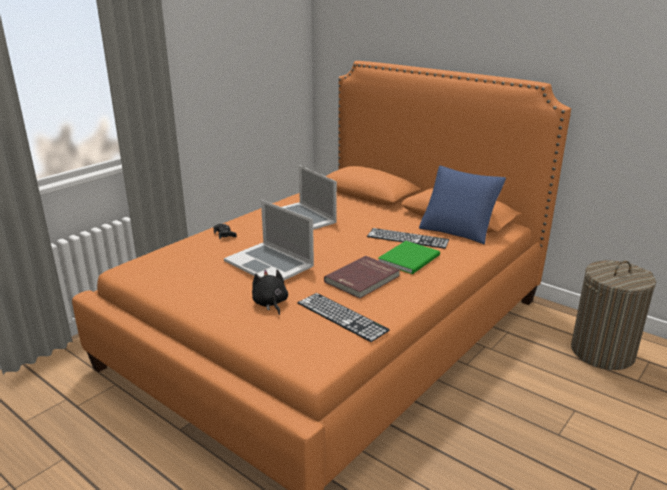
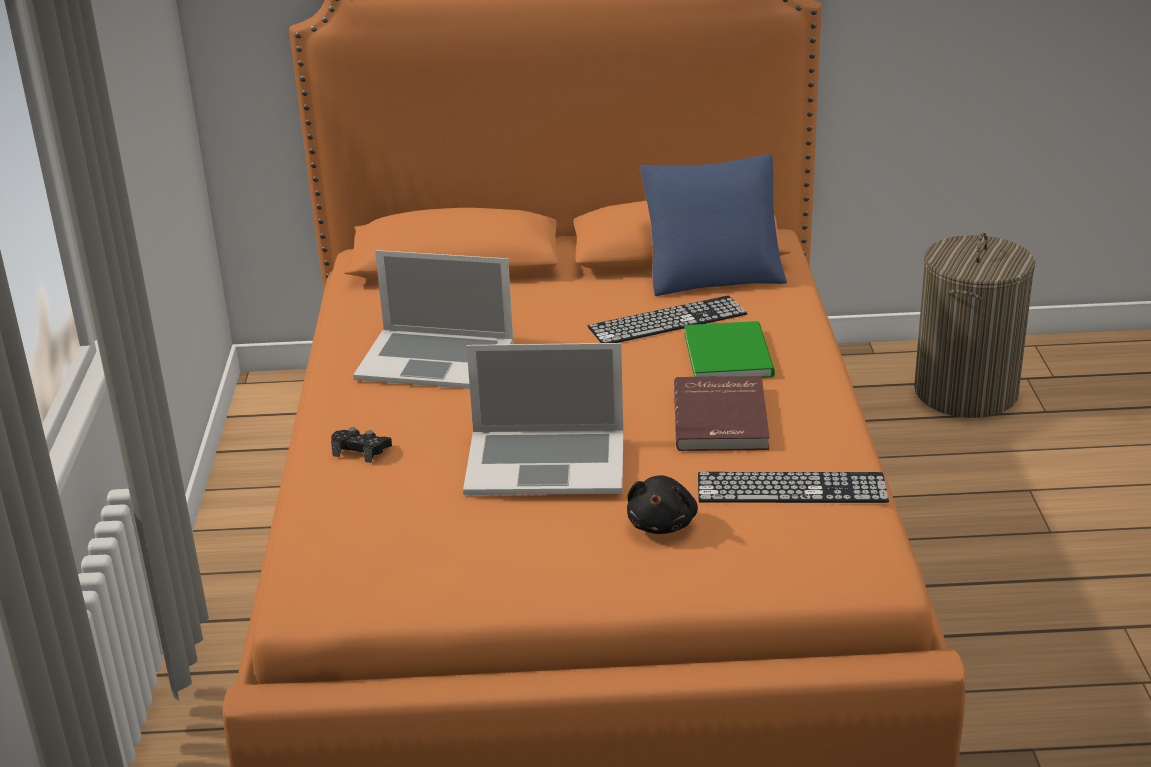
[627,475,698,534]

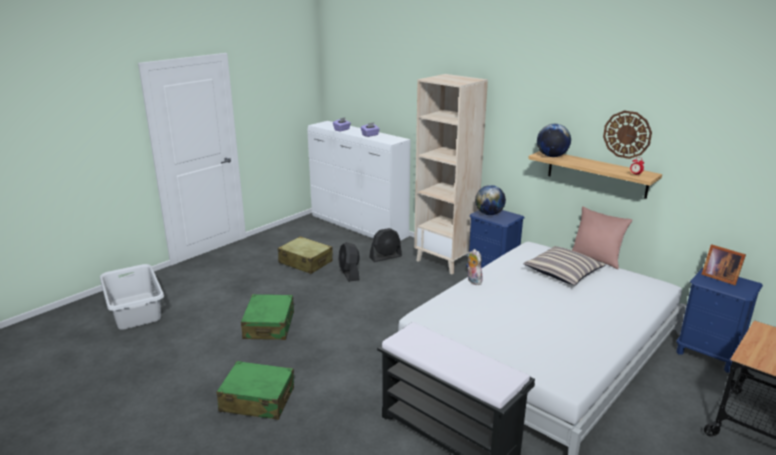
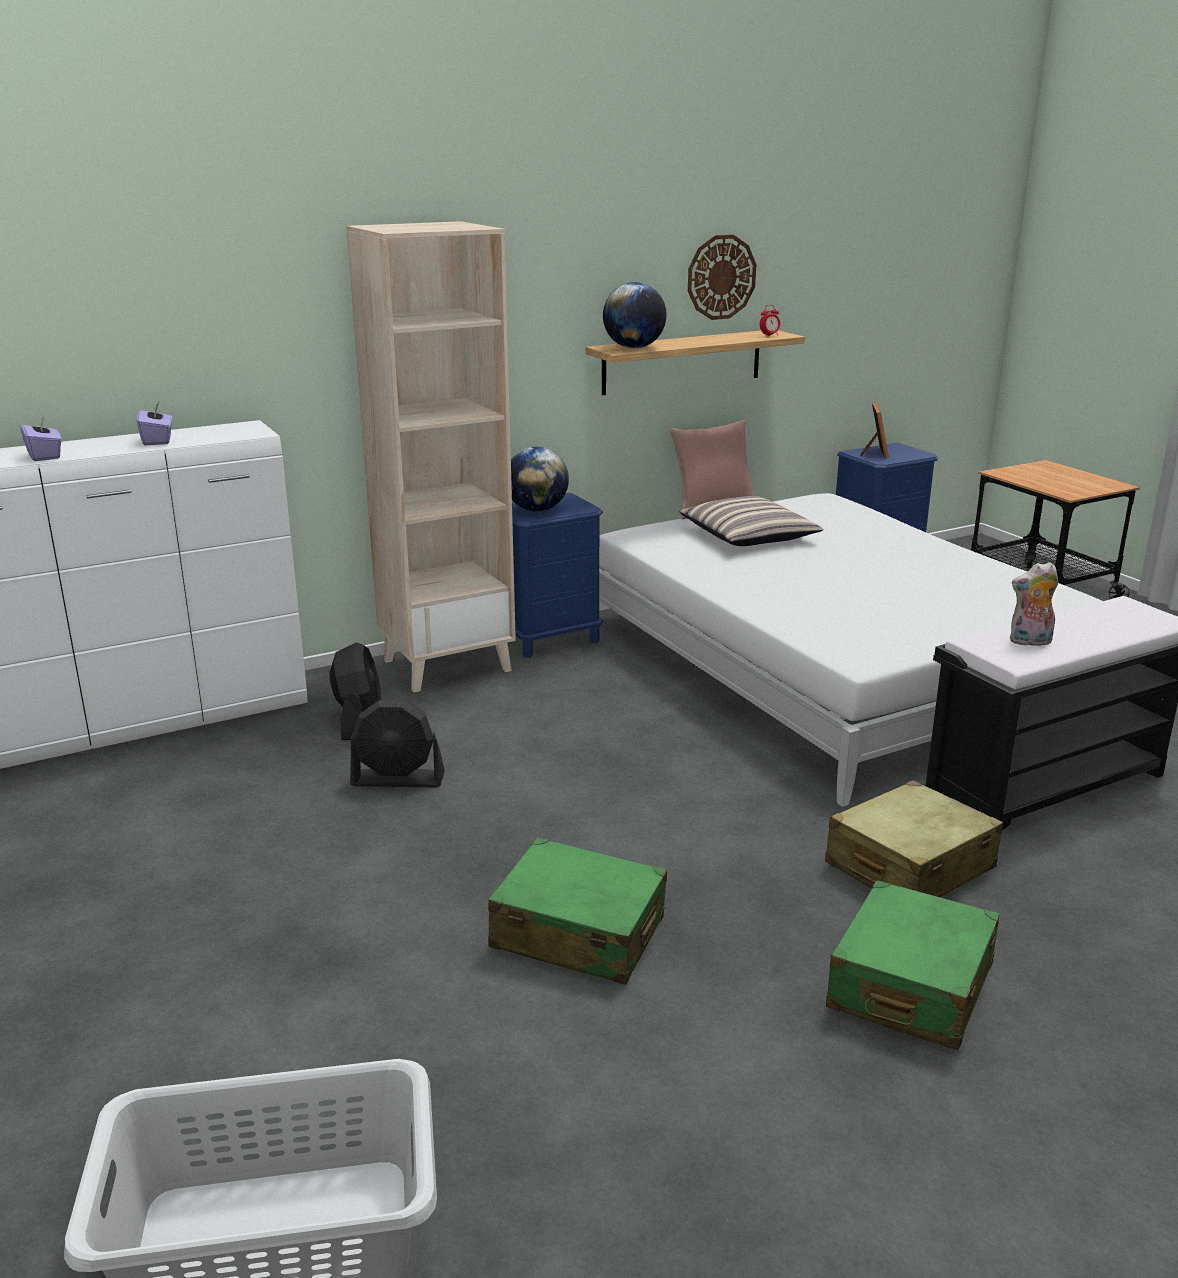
[825,780,1003,897]
[861,402,889,458]
[1010,562,1058,646]

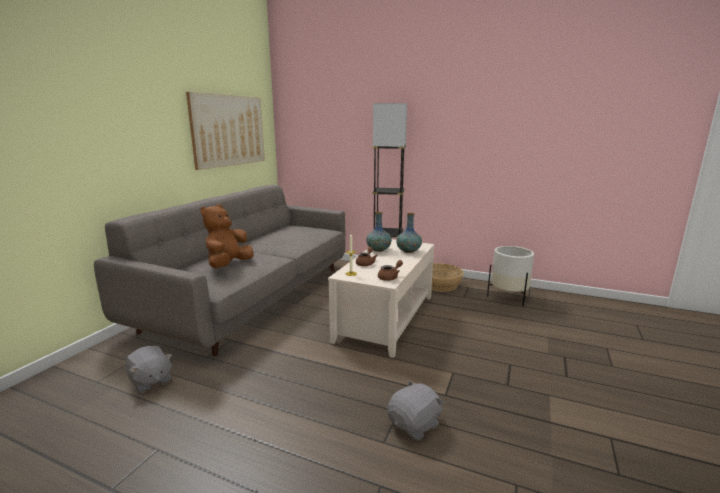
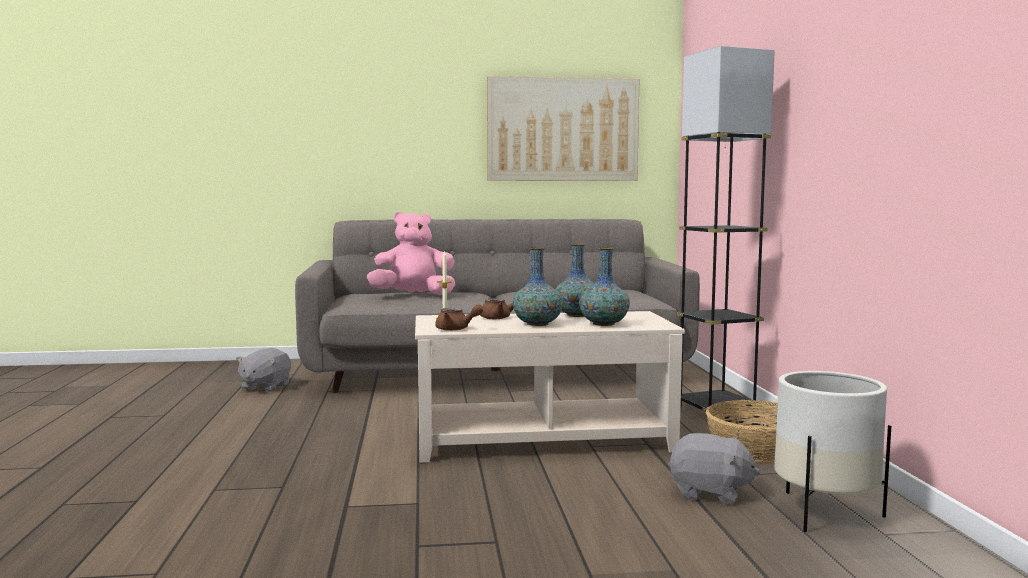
[367,212,456,295]
[668,433,760,504]
[513,247,563,326]

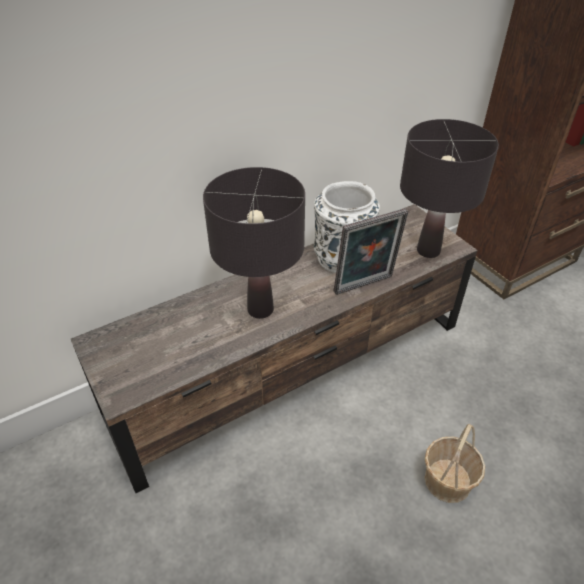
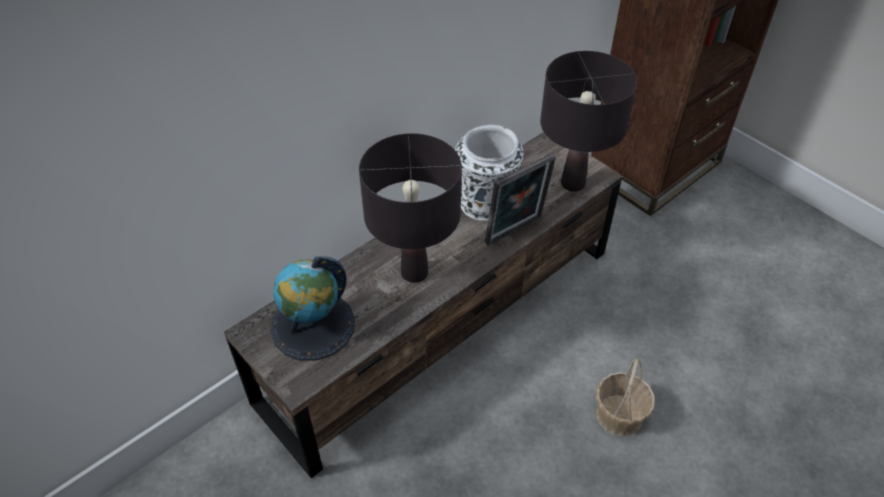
[270,256,355,361]

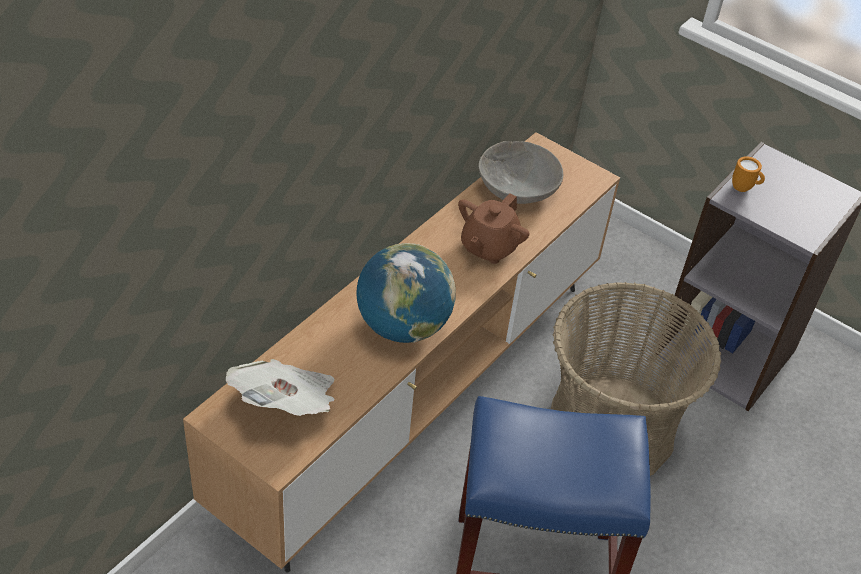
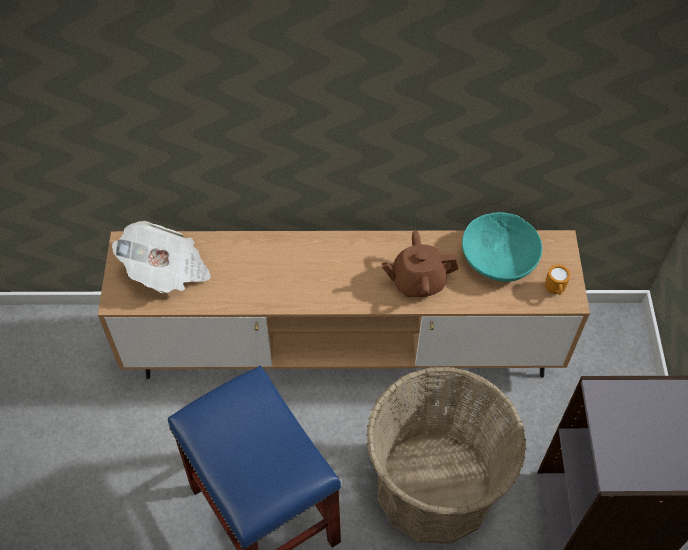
[462,212,542,282]
[545,265,571,295]
[356,243,456,343] (first image)

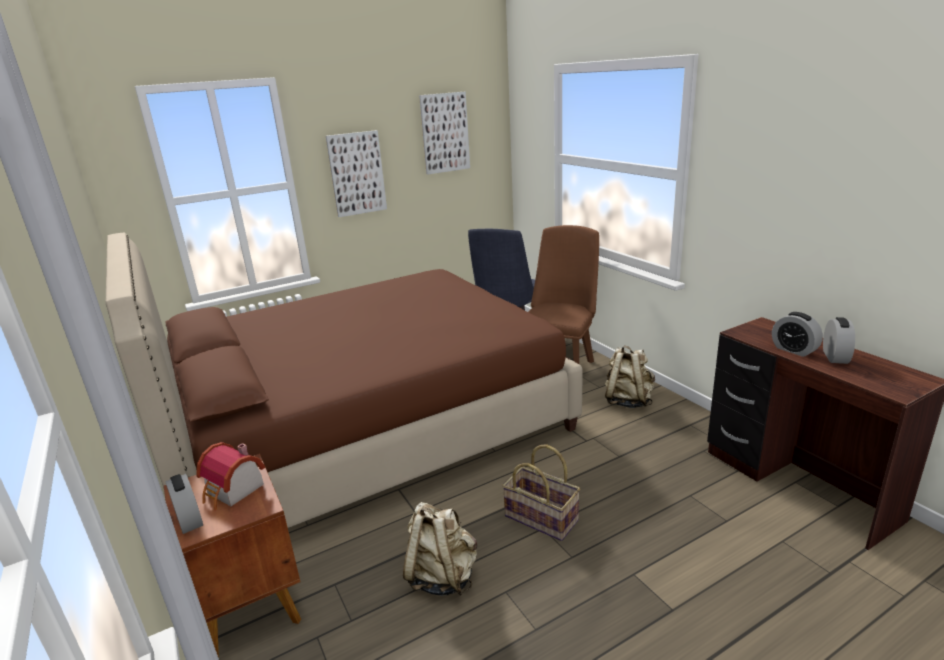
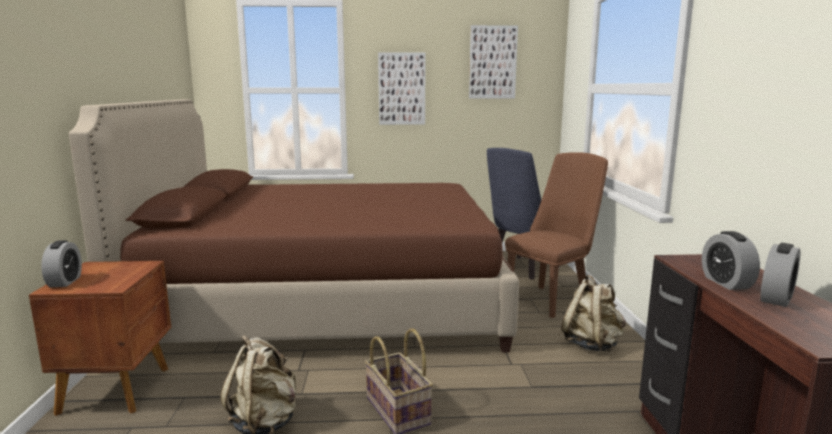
[196,442,265,510] (first image)

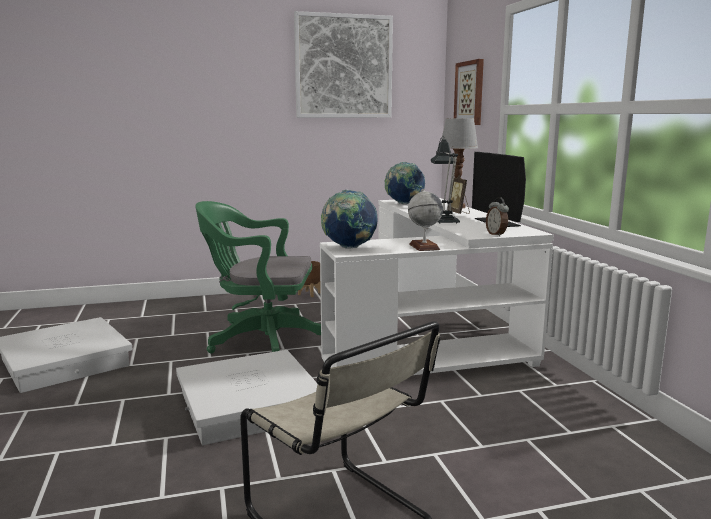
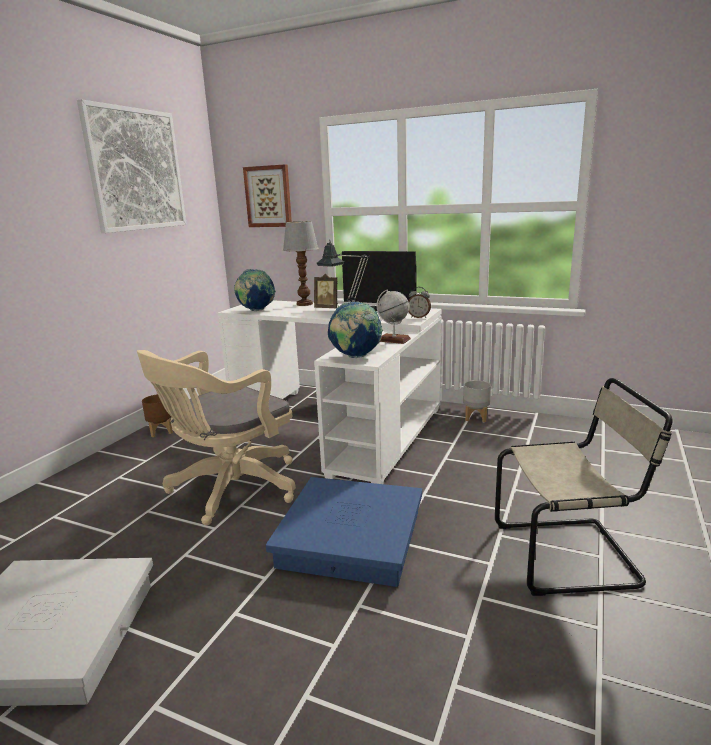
[137,350,296,525]
[266,477,422,587]
[463,380,491,422]

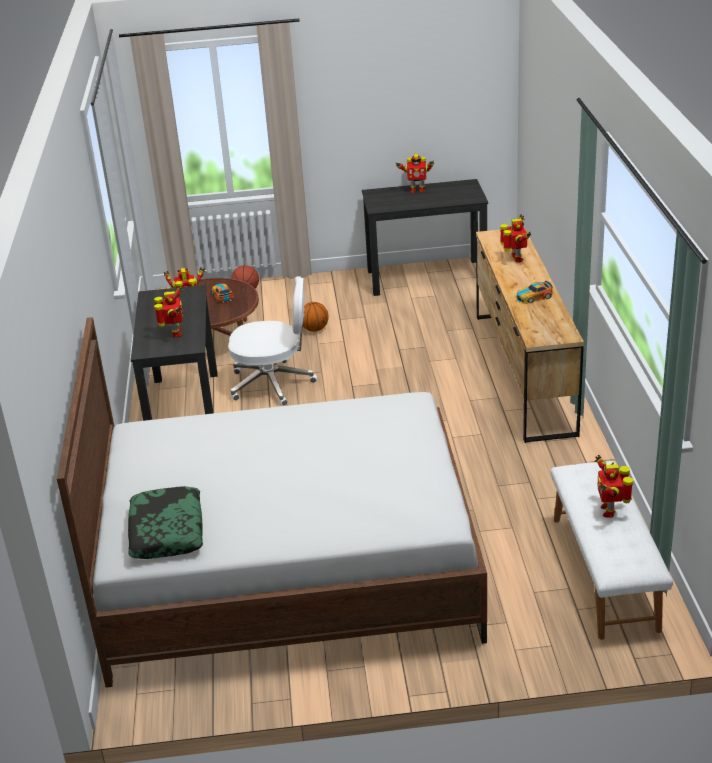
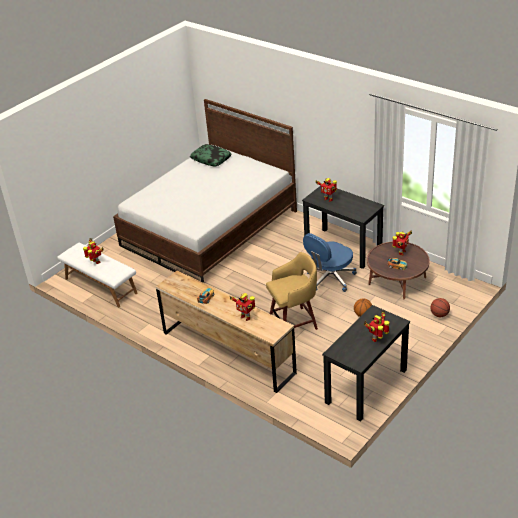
[303,233,357,292]
[266,252,318,330]

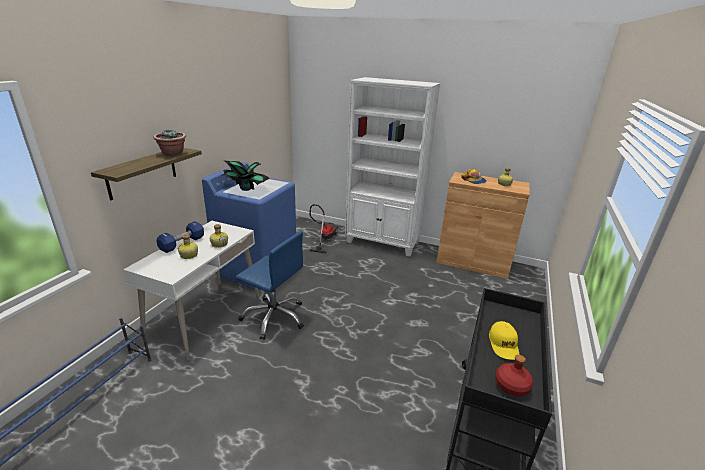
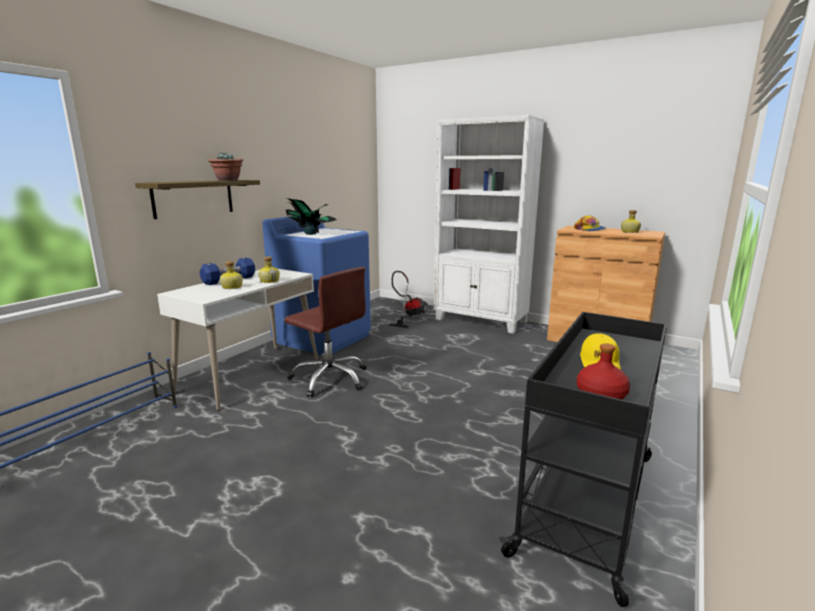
[284,267,367,397]

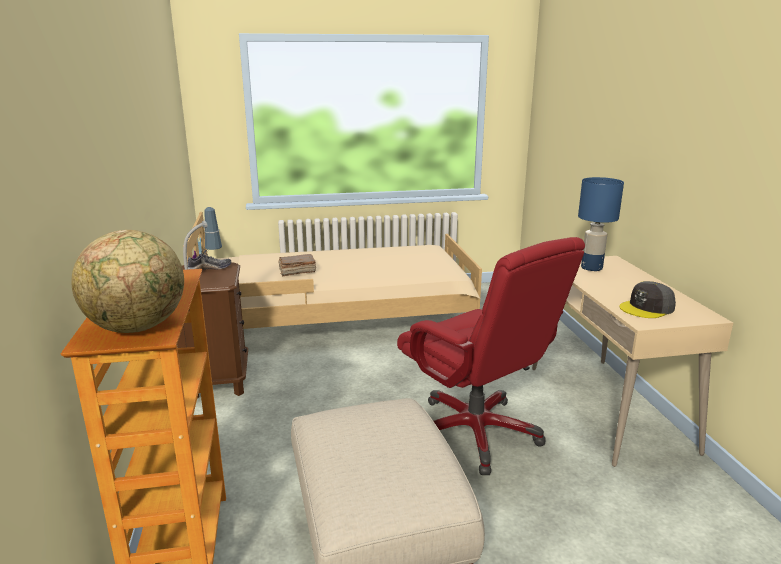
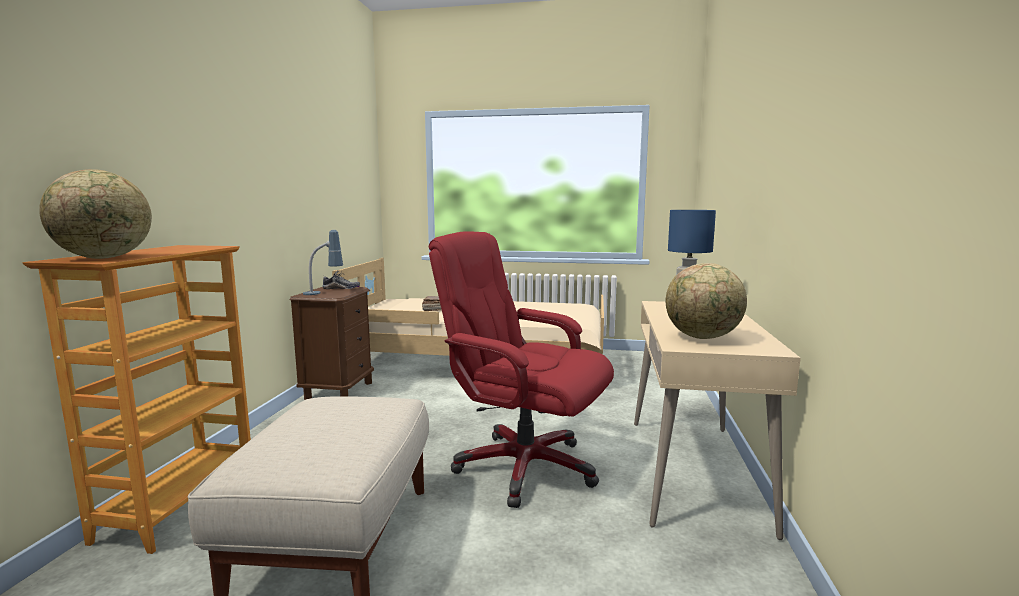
[429,231,614,508]
[665,263,747,339]

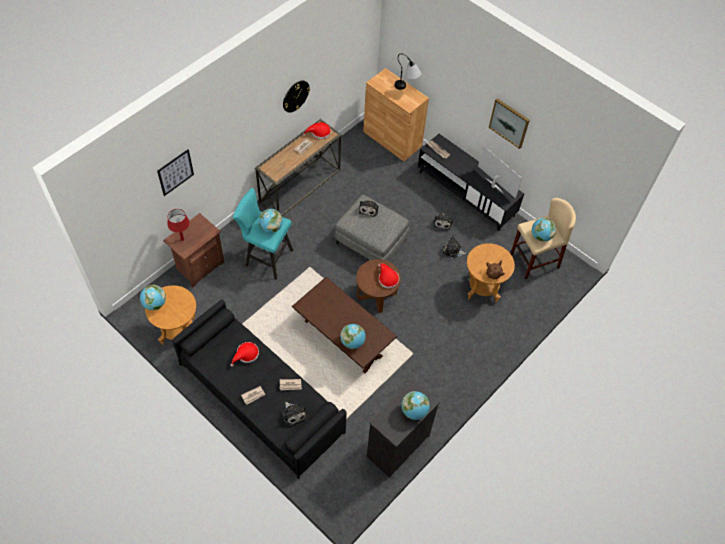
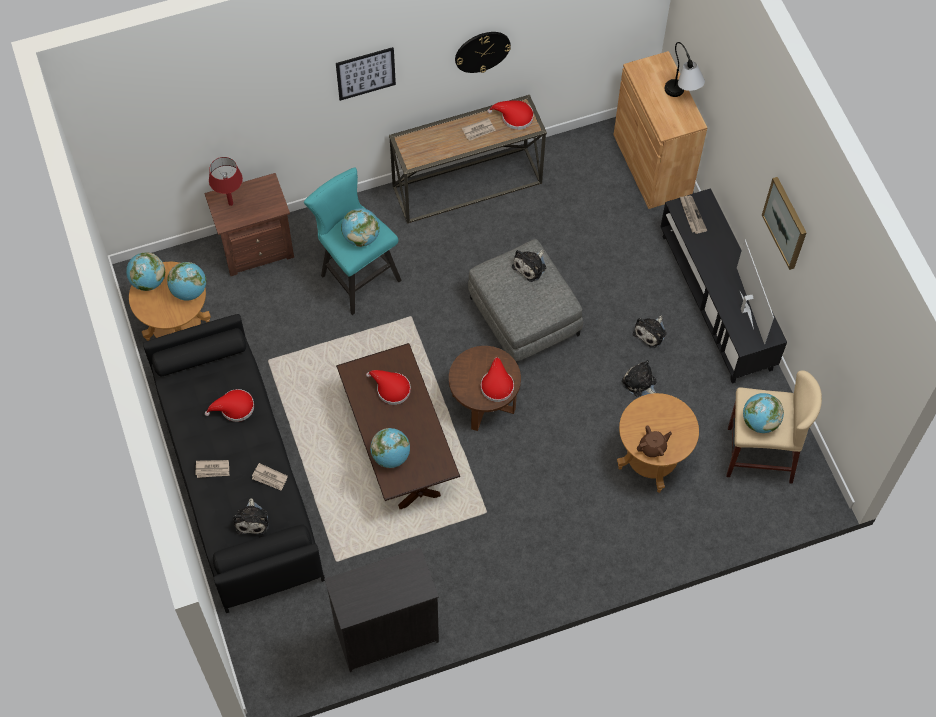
[336,47,396,101]
[167,262,206,301]
[366,370,411,405]

